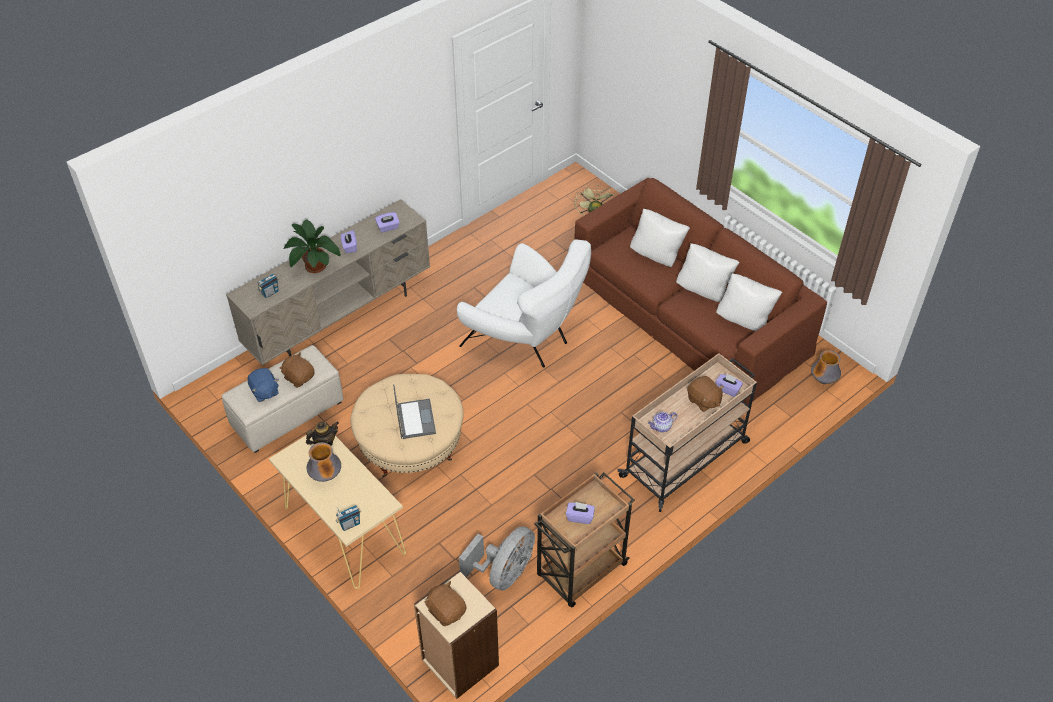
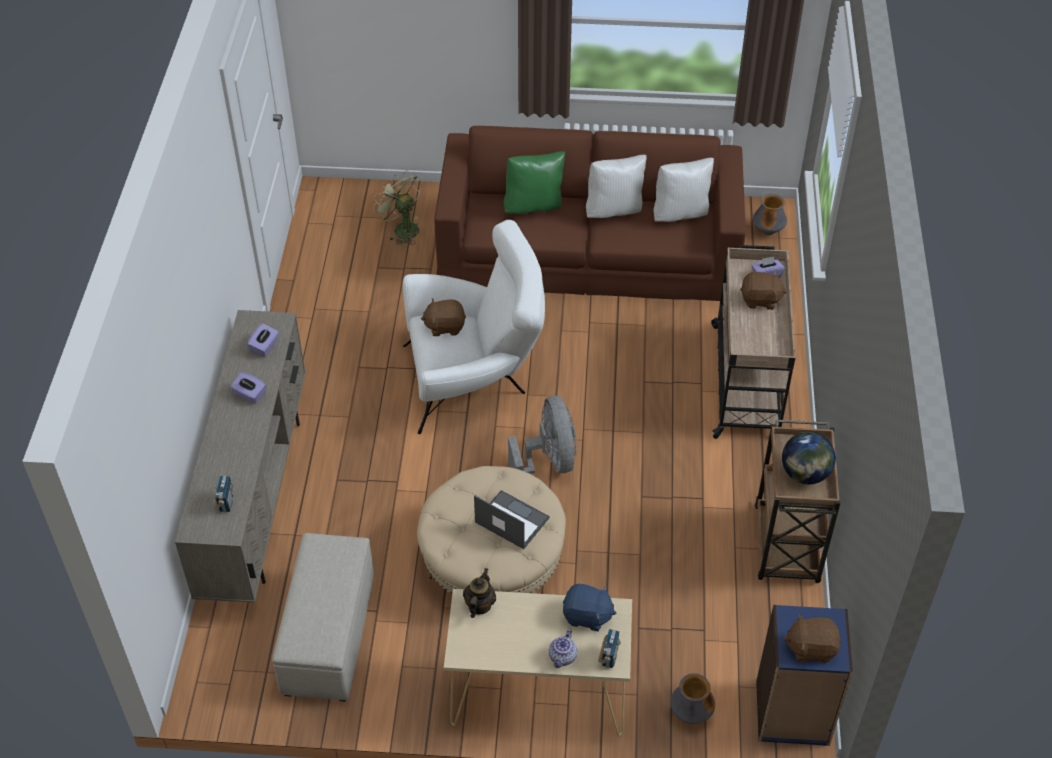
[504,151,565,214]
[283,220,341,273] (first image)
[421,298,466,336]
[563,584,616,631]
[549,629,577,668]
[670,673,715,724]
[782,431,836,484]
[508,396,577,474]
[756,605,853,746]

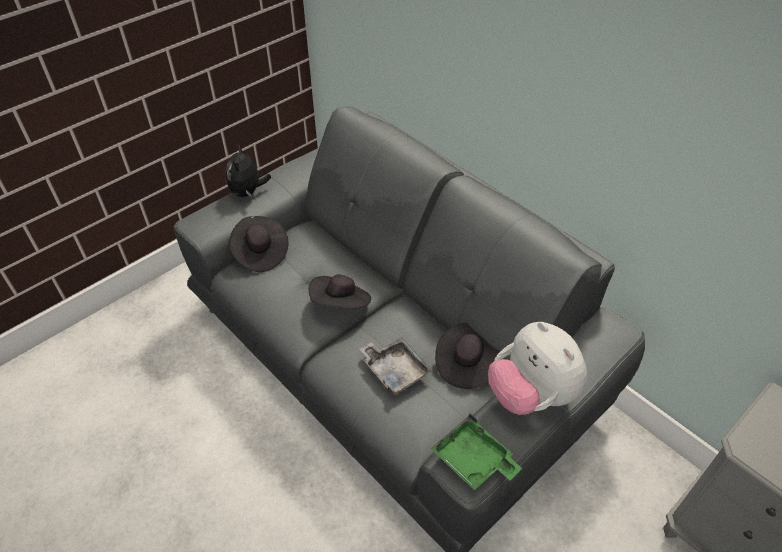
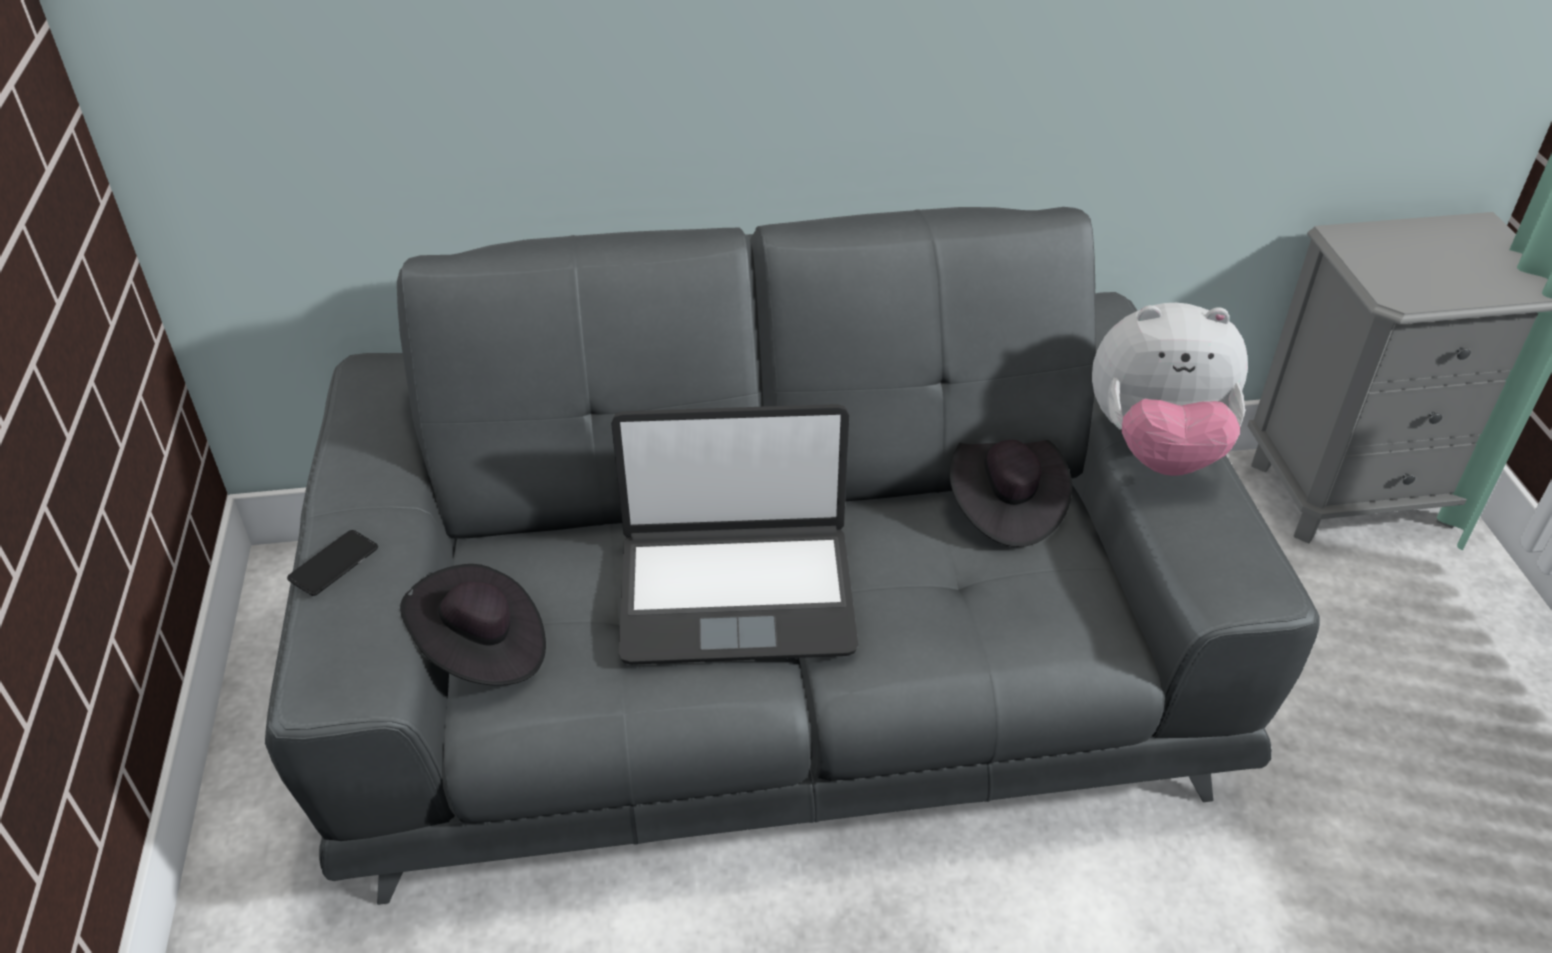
[287,530,378,596]
[611,404,858,665]
[360,337,432,395] (first image)
[430,413,522,490] (first image)

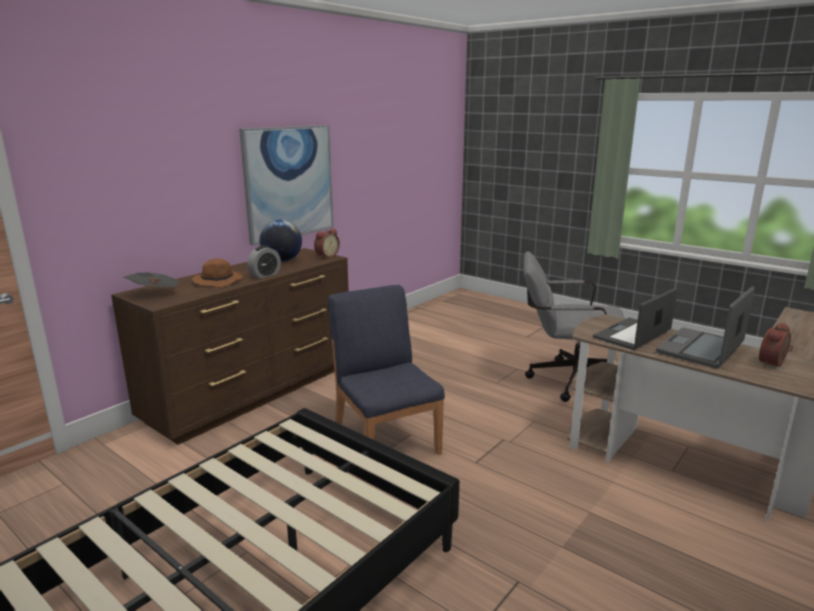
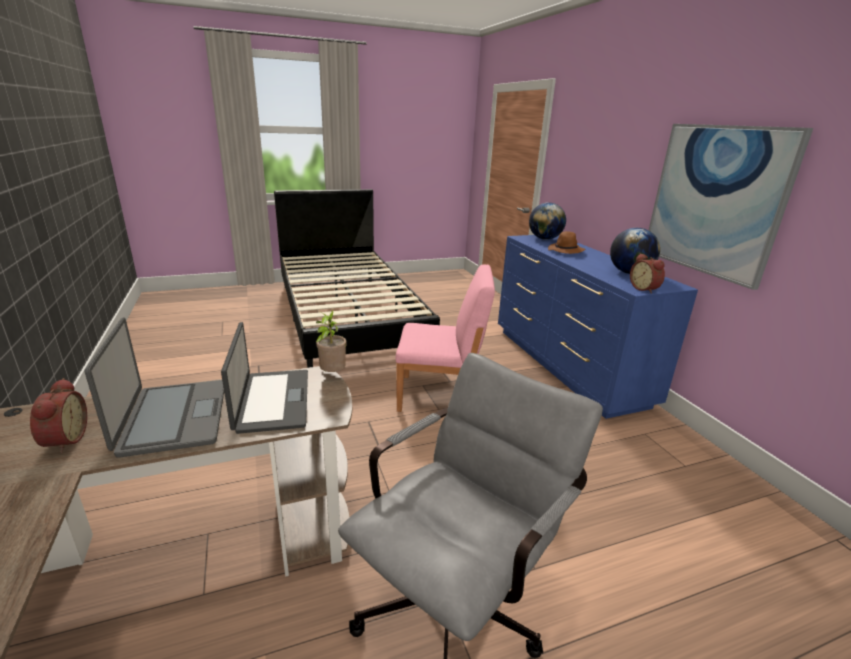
[247,246,281,278] (first image)
[498,235,698,419]
[529,202,566,240]
[396,265,495,412]
[316,310,347,372]

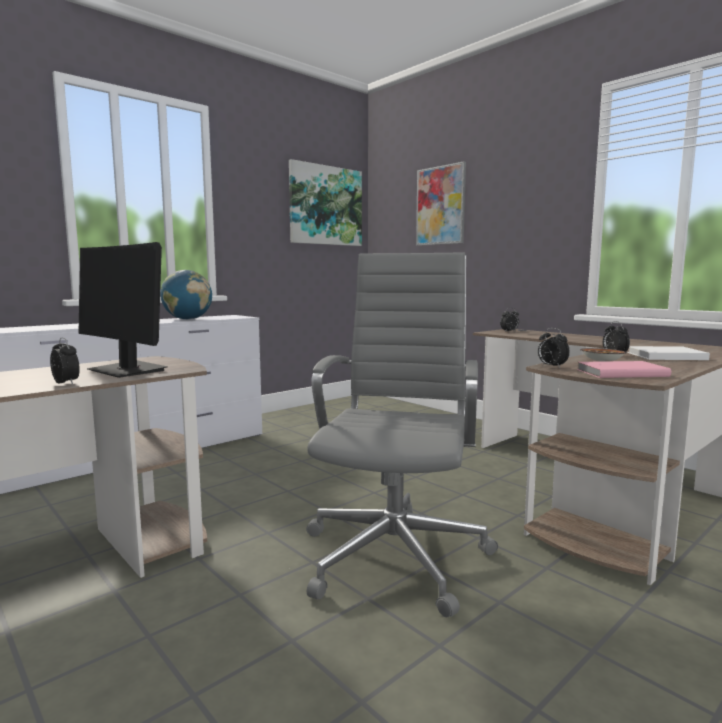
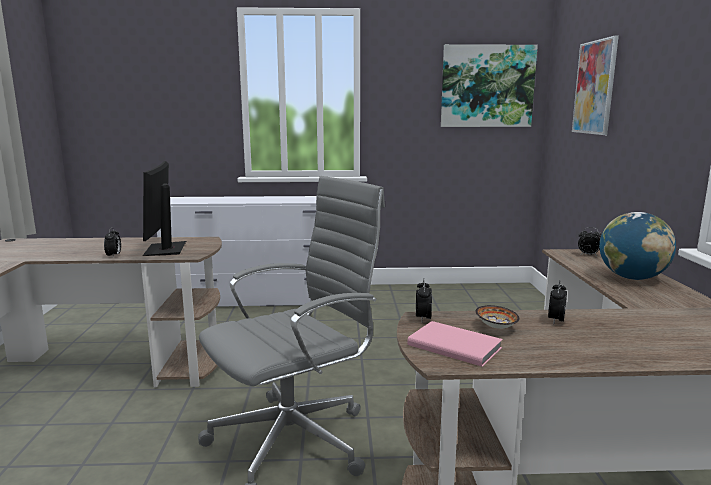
[599,212,676,280]
[627,346,710,360] (first image)

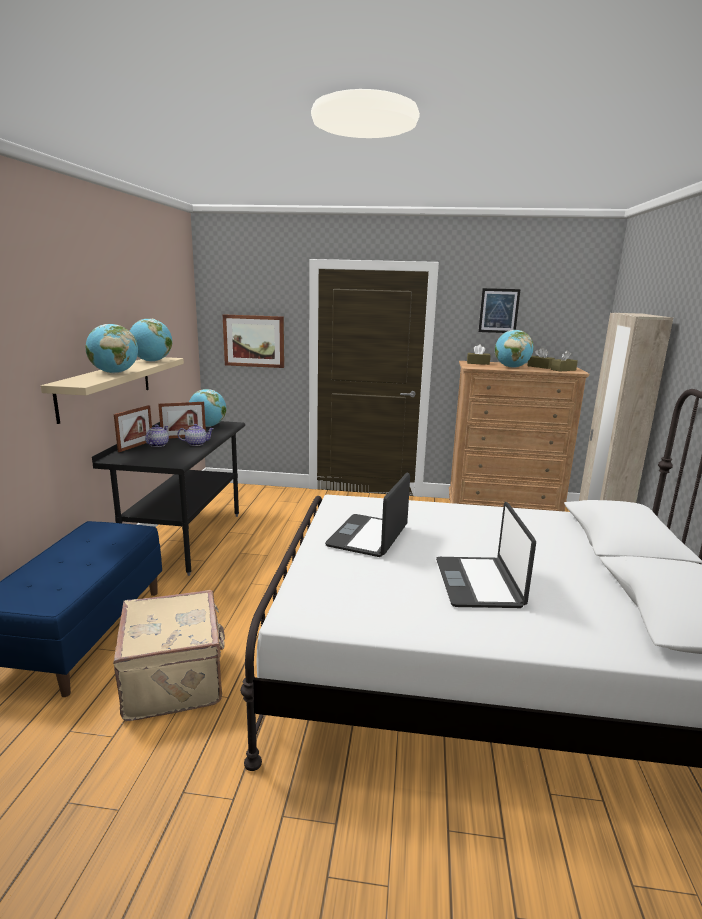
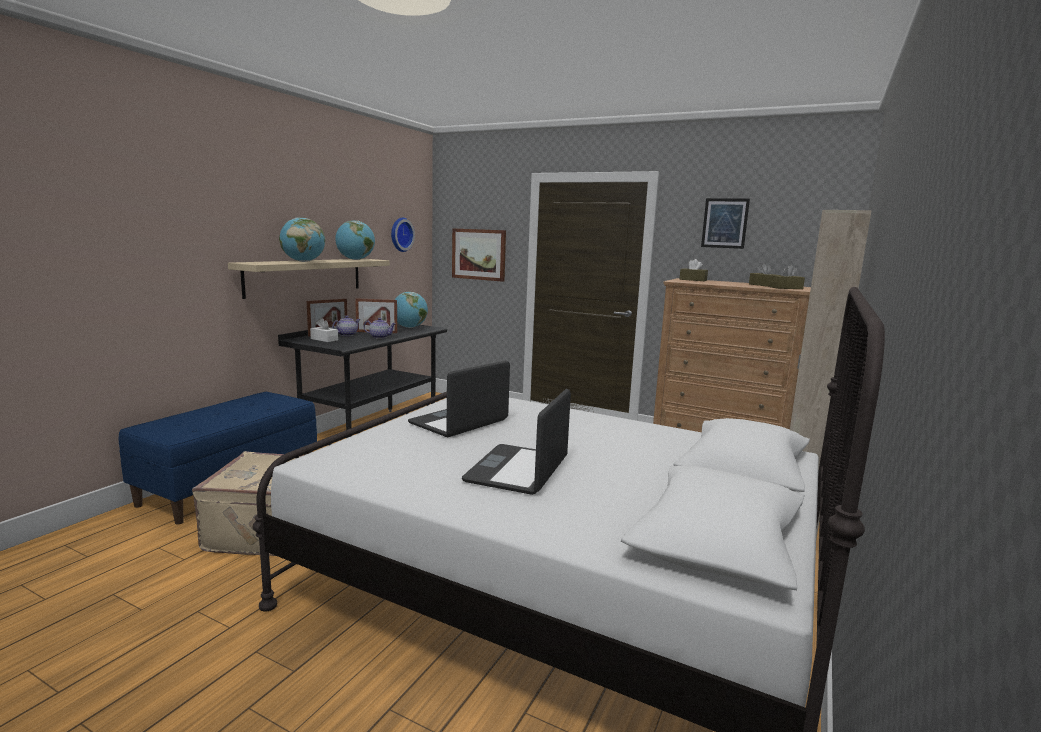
[495,330,534,368] (first image)
[391,218,415,252]
[310,318,338,342]

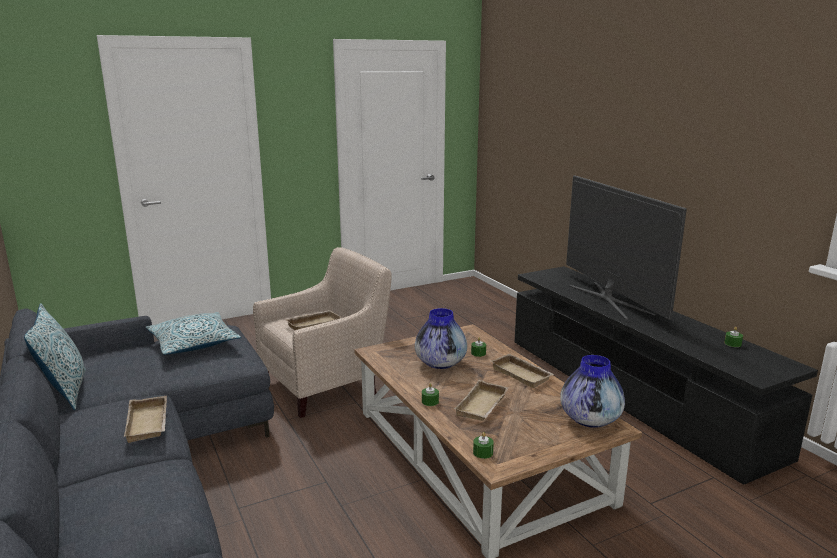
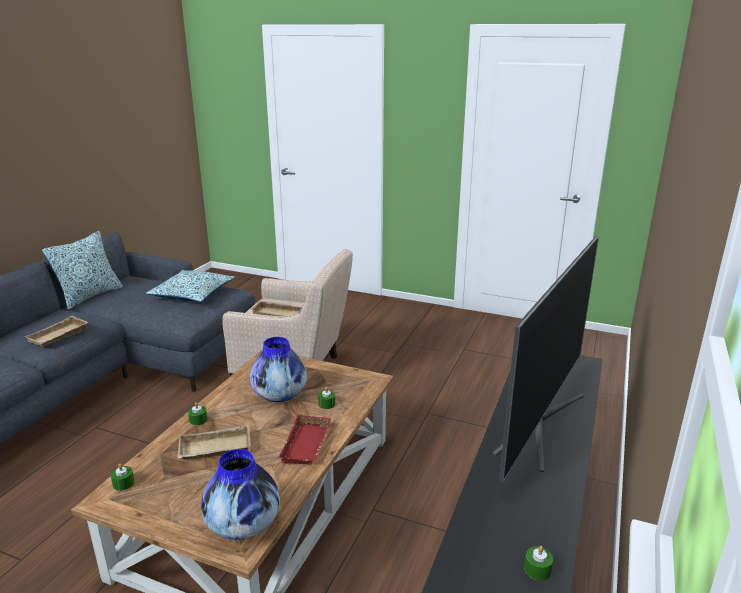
[279,414,331,465]

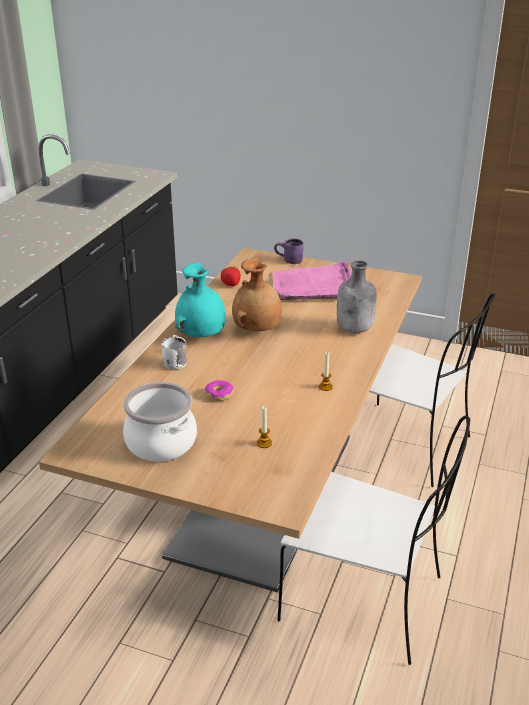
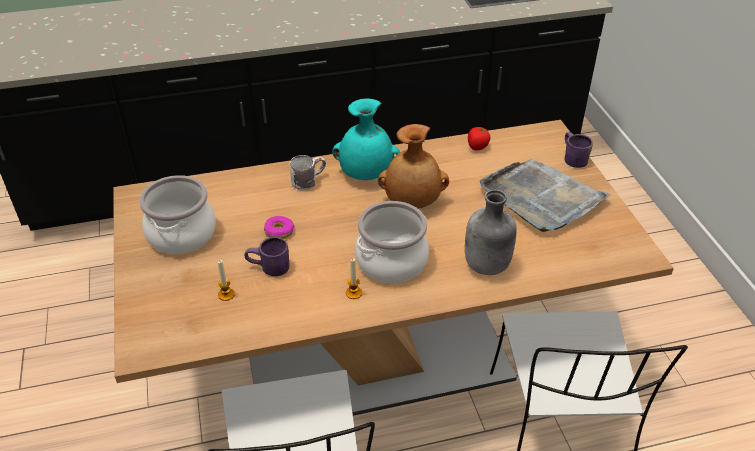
[480,159,611,232]
[355,201,429,283]
[244,237,290,276]

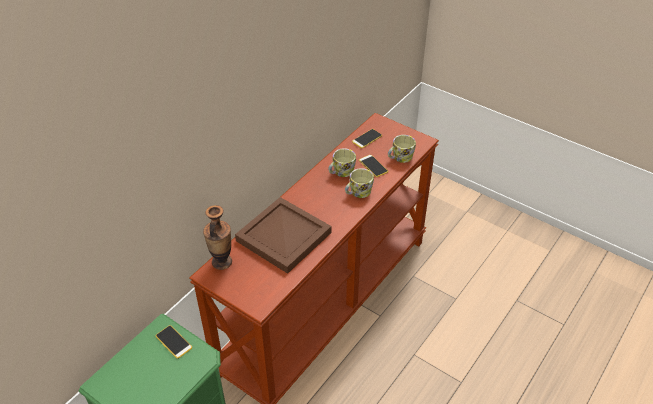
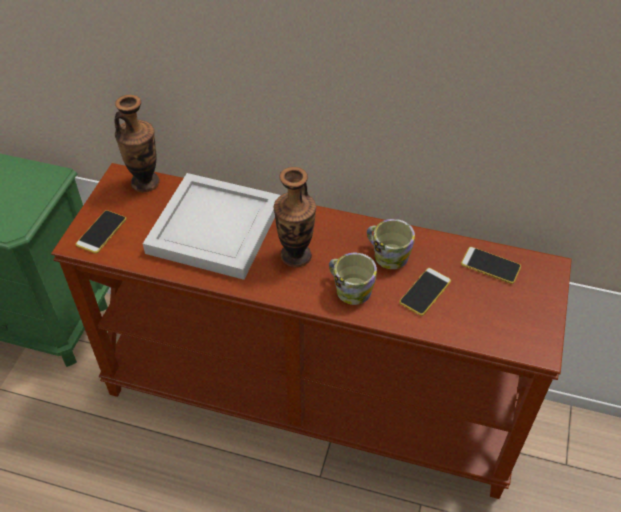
[388,135,416,163] (first image)
[143,173,281,280]
[76,210,126,254]
[274,167,316,267]

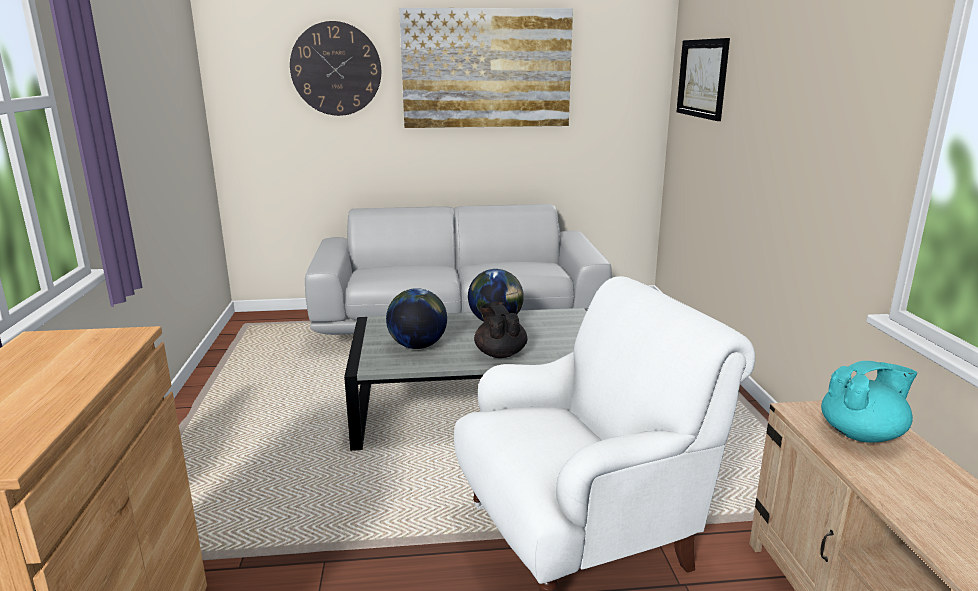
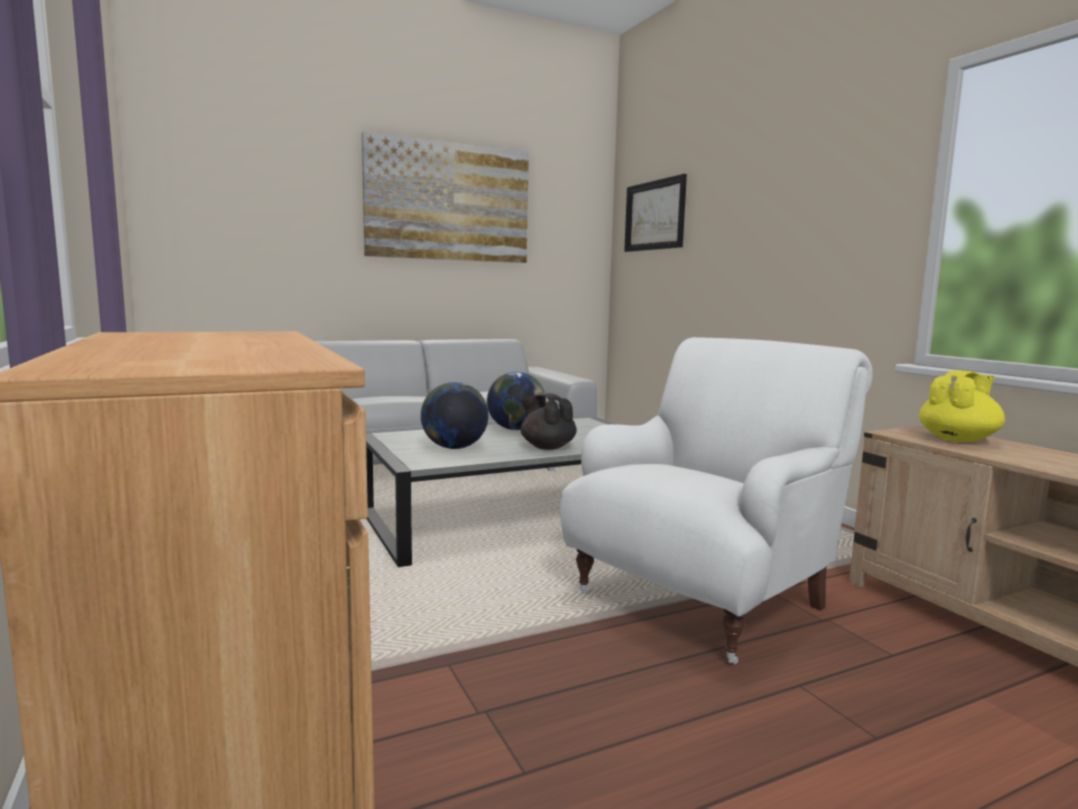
[290,21,381,116] (first image)
[919,370,1005,442]

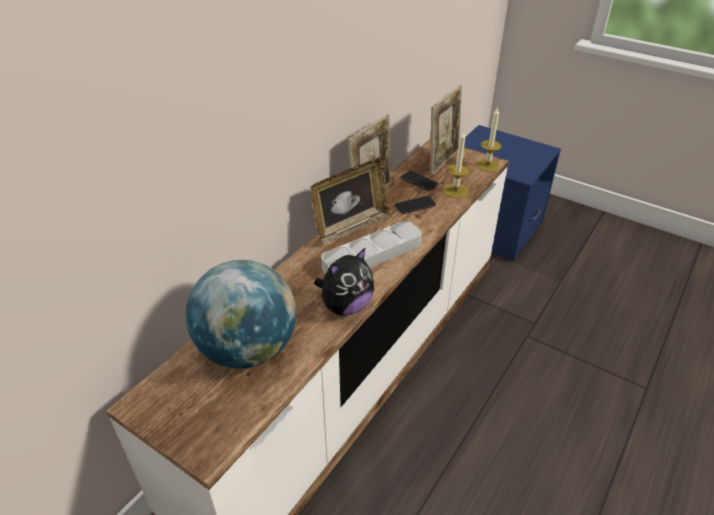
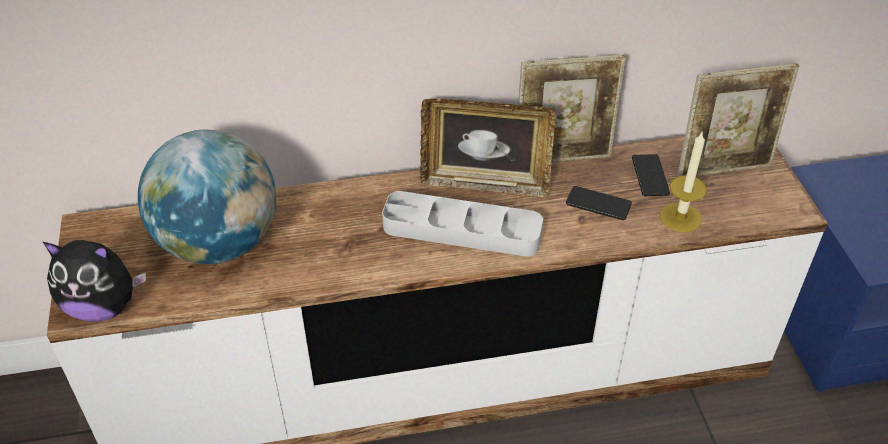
[476,108,502,172] (first image)
[43,240,146,322]

